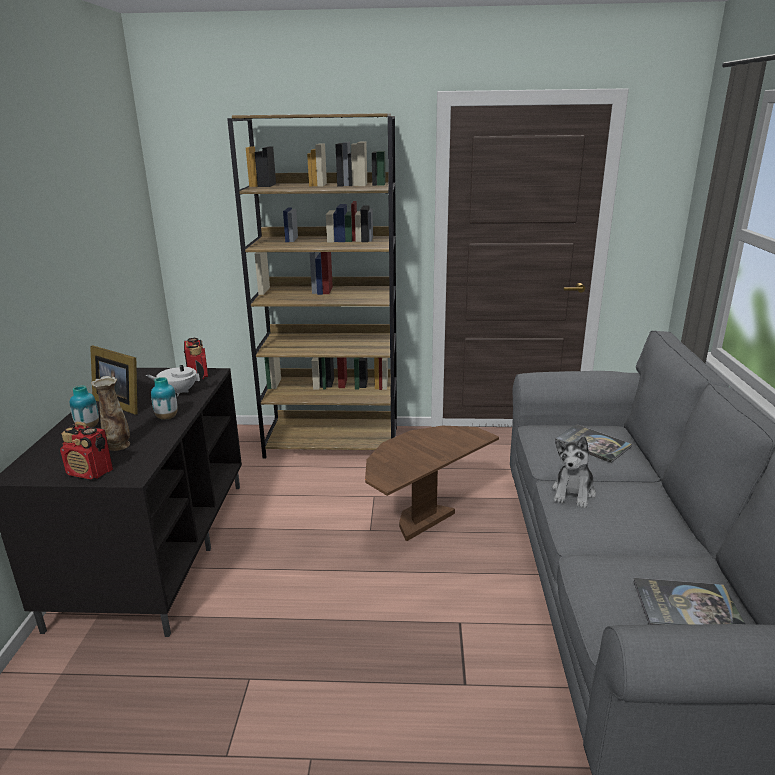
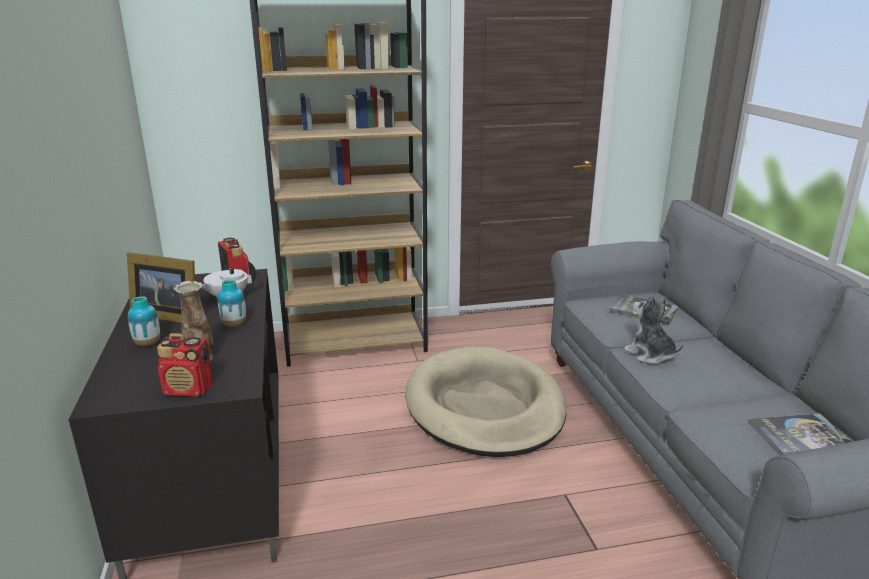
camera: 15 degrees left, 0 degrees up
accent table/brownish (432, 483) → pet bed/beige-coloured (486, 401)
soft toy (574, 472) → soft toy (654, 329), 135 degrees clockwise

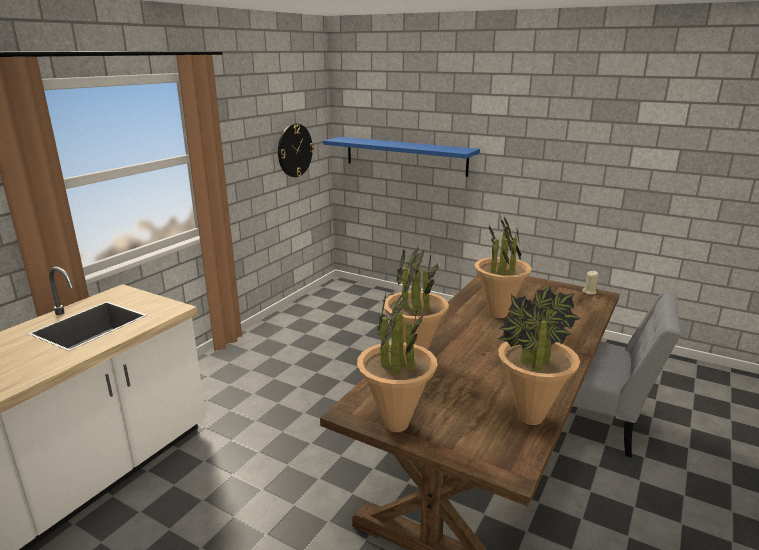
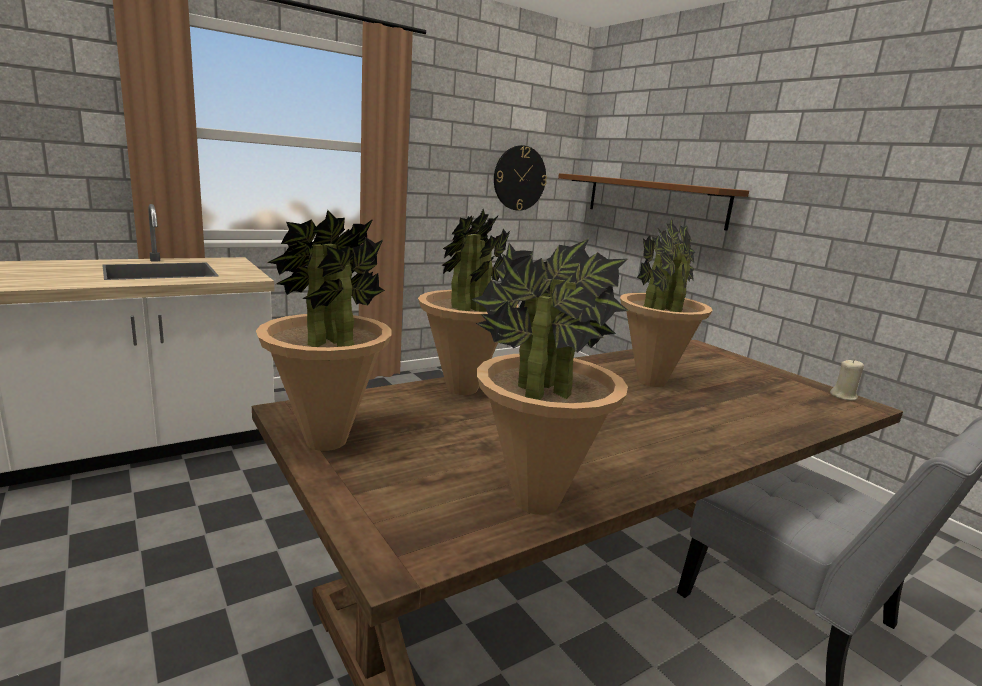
camera: 25 degrees right, 5 degrees down
wall shelf/blue-coloured (401, 157) → wall shelf/brownish (653, 202)

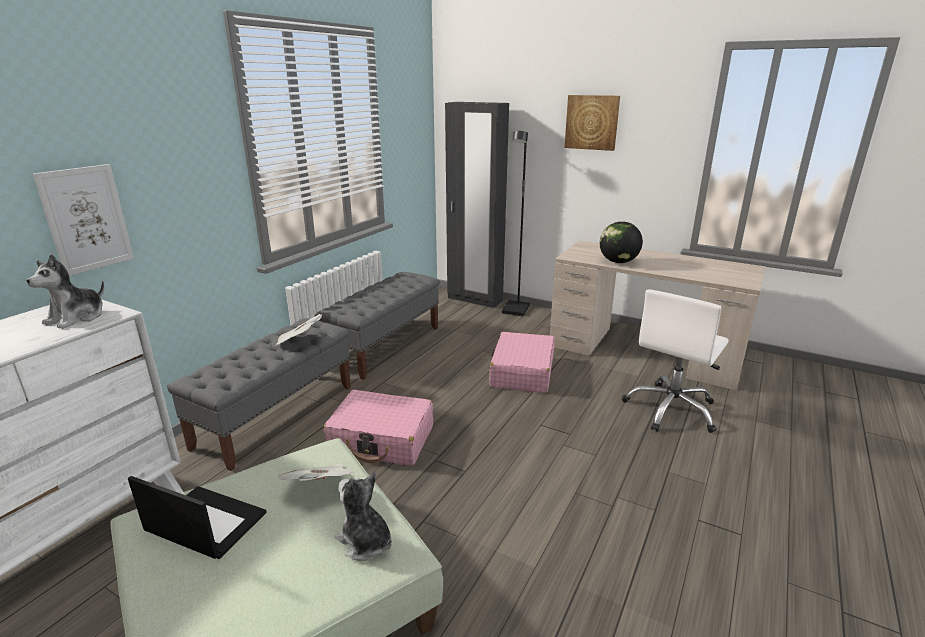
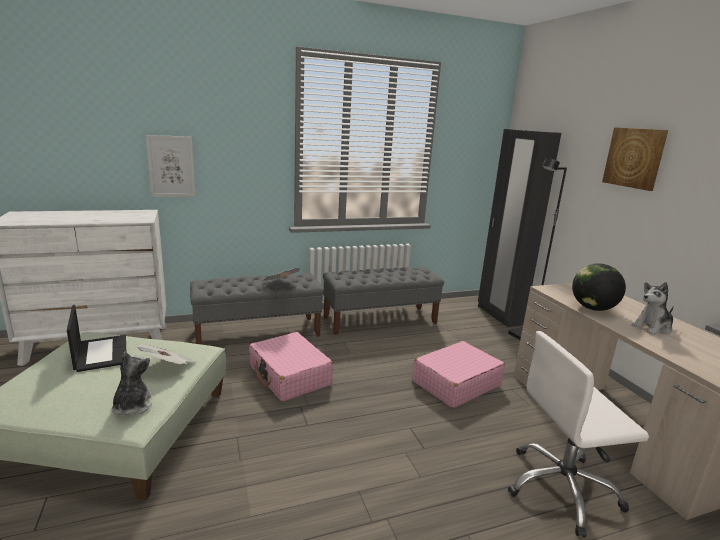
camera: 40 degrees right, 5 degrees down
soft toy (65, 291) → soft toy (653, 308), shifted

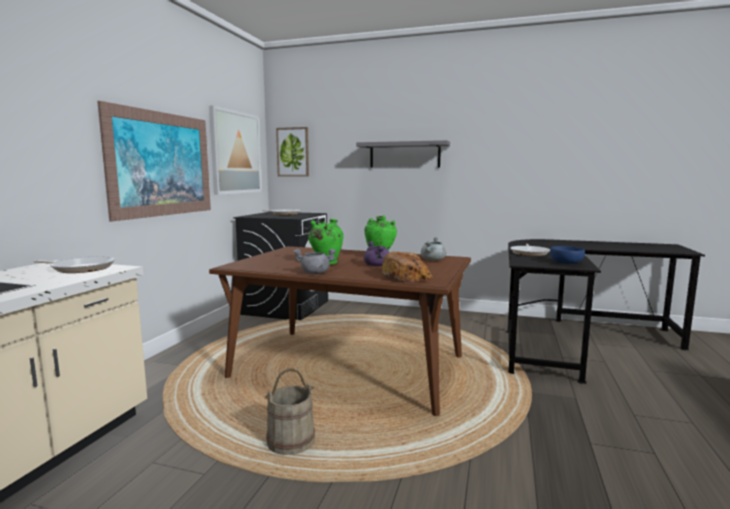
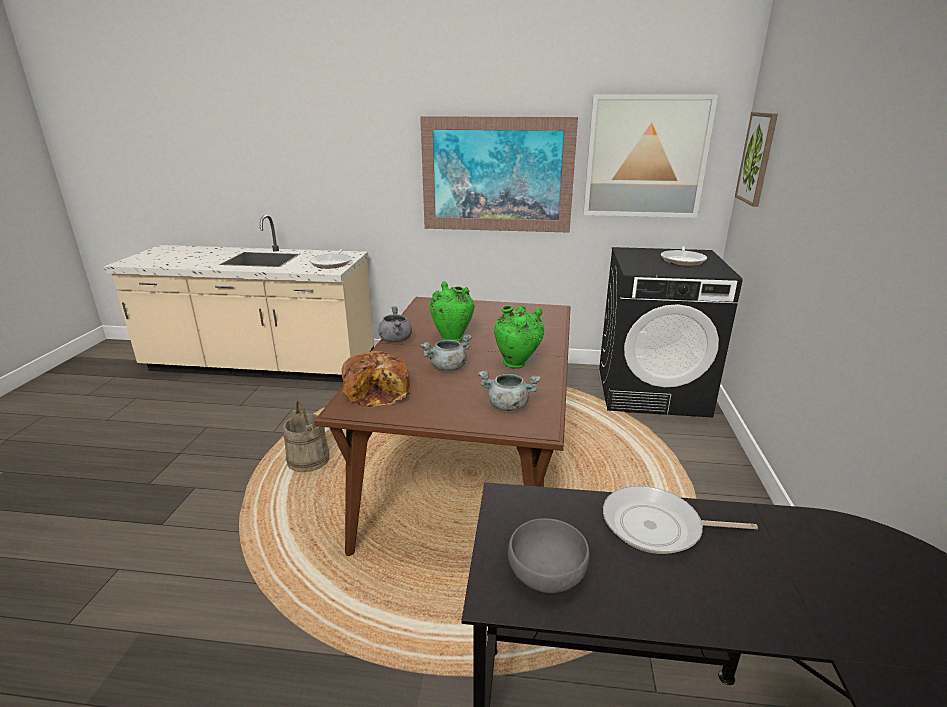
camera: 80 degrees right, 15 degrees up
saucepot/purplish (376, 253) → saucepot/gray (446, 352)
bowl/blue-coloured (567, 255) → bowl/gray (549, 555)
wall shelf/gray (403, 154) → -

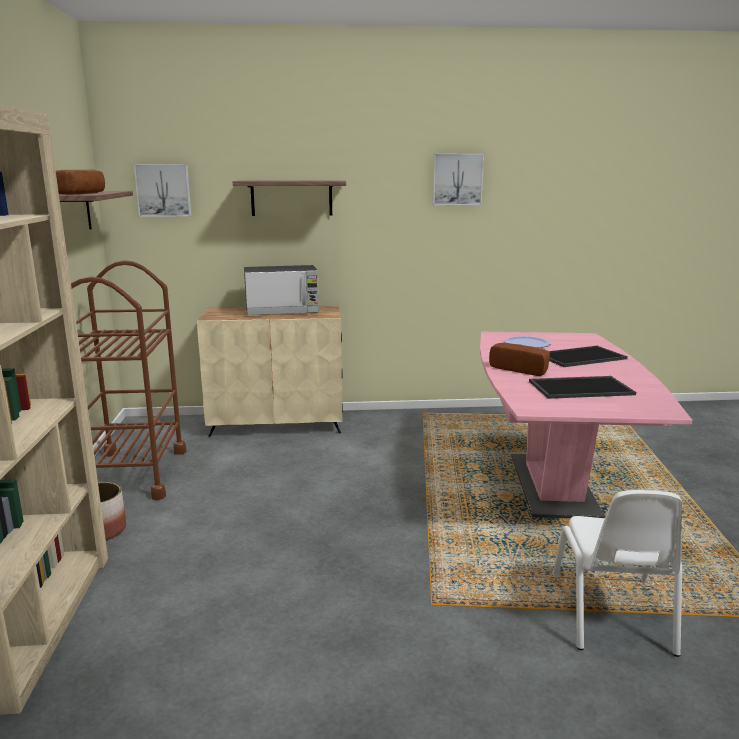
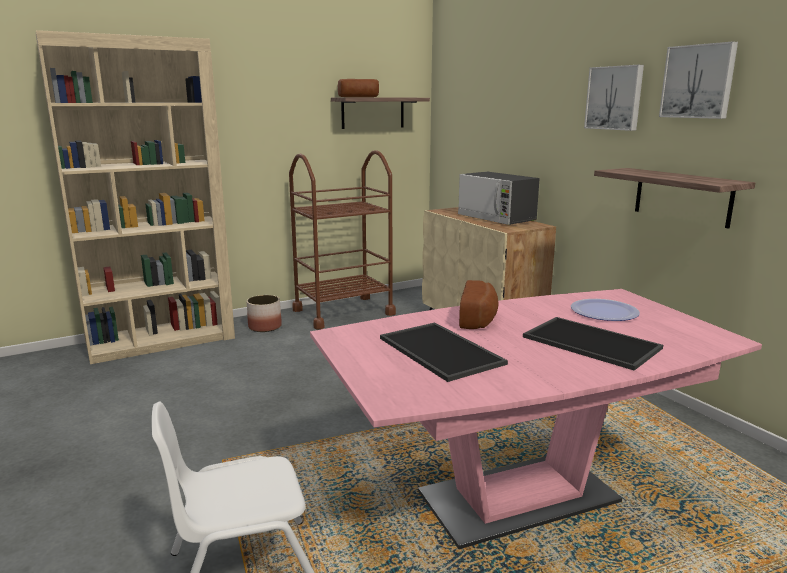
camera: 65 degrees right, 0 degrees up
picture (162, 190) → picture (614, 98), shifted
wall shelf (289, 198) → wall shelf (674, 198), shifted

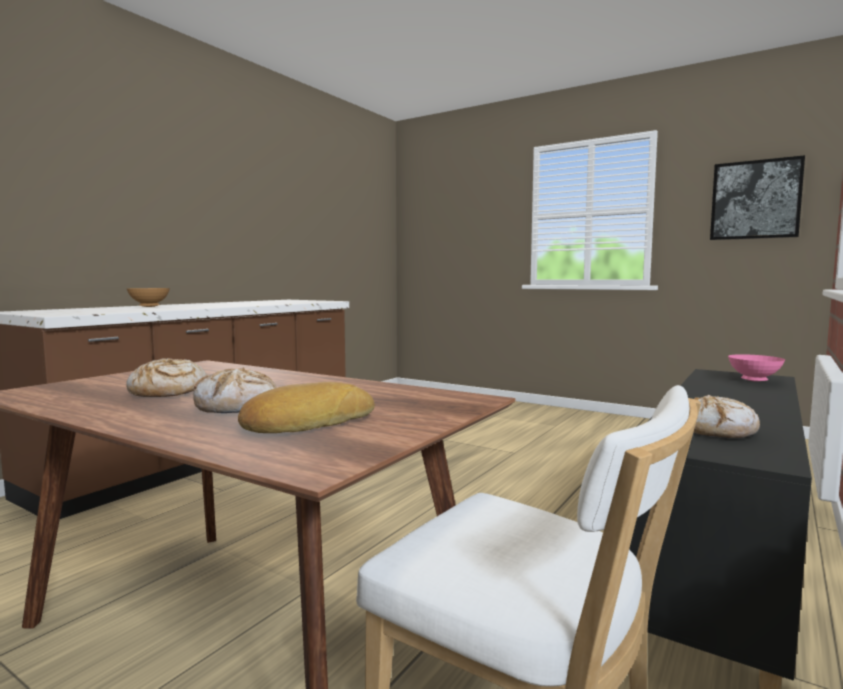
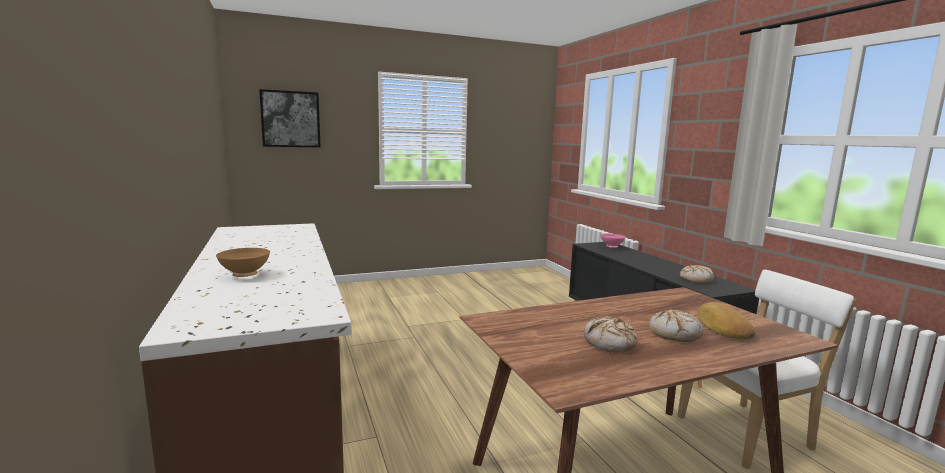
camera: 55 degrees left, 5 degrees up
picture (757, 197) → picture (290, 118), shifted

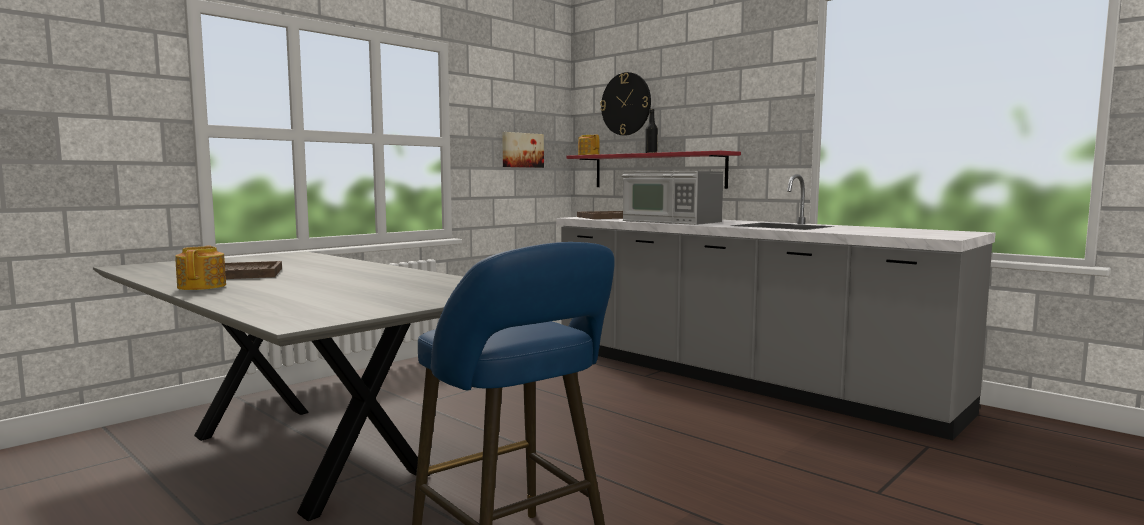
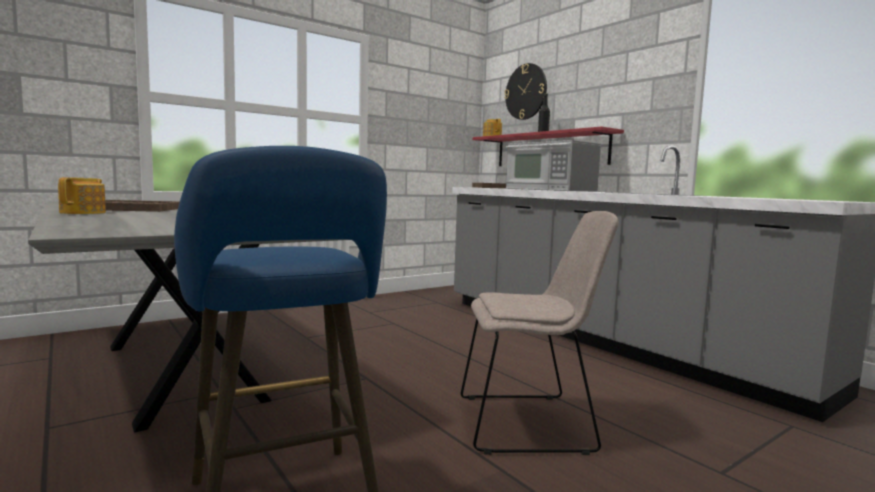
camera: 10 degrees right, 0 degrees up
- → upright chair/beige-coloured (540, 333)
picture (523, 150) → -

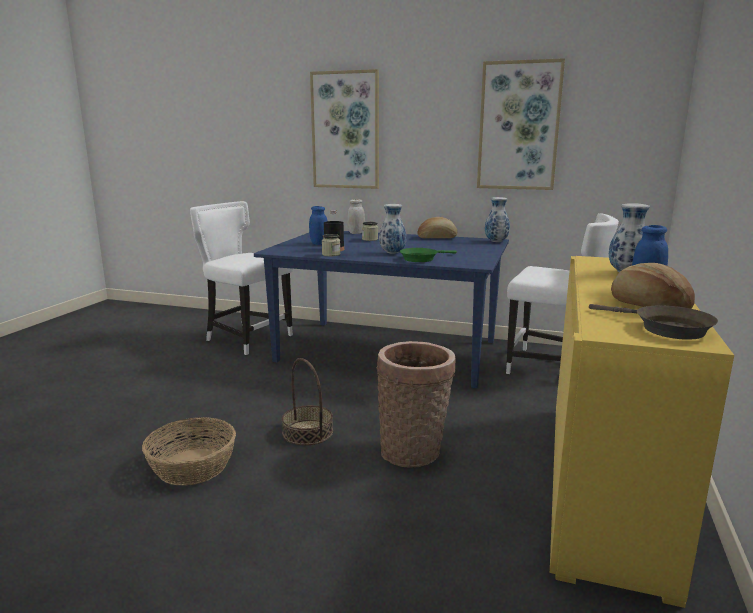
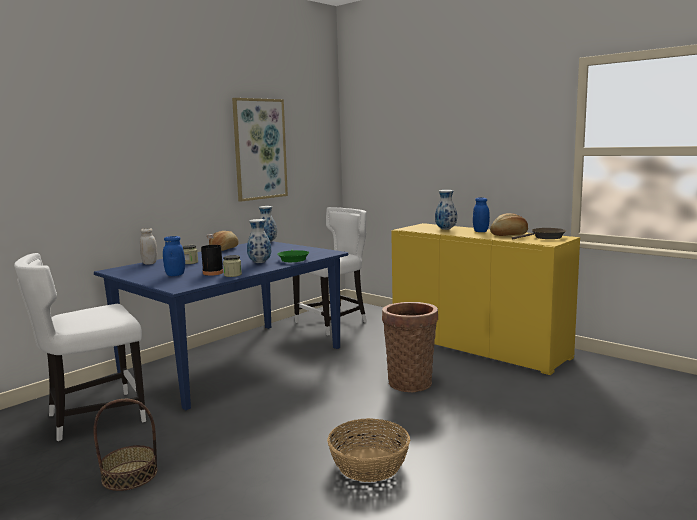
camera: 65 degrees left, 5 degrees down
storage basket (307, 401) → storage basket (125, 445), shifted
picture (344, 129) → -

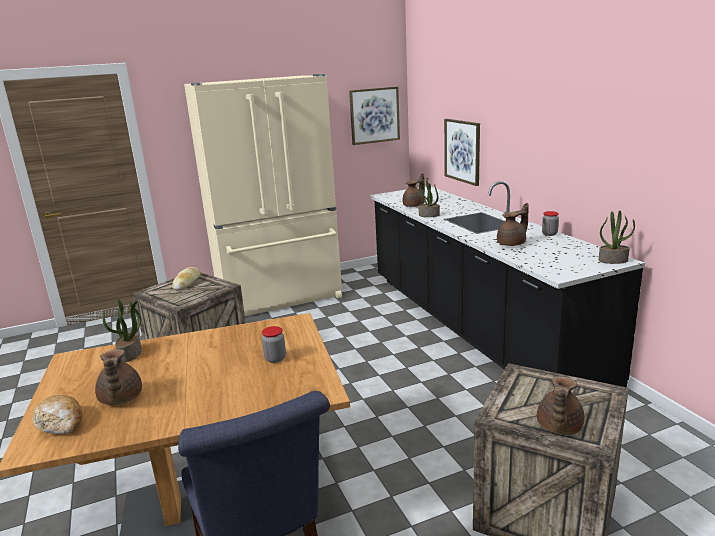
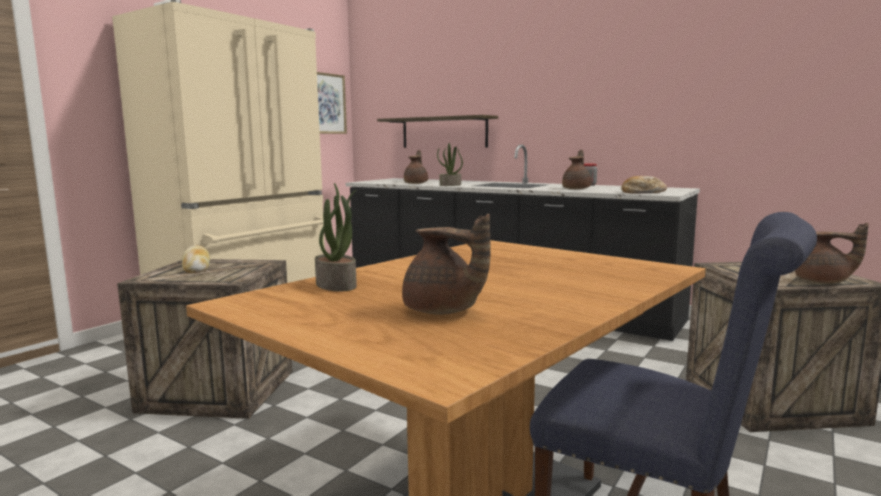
camera: 35 degrees left, 10 degrees down
picture (462, 152) → wall shelf (437, 131)
bakery bread (57, 415) → bakery bread (644, 185), shifted
pot for tea/brownish (560, 405) → pot for tea/brownish (832, 253), 60 degrees counterclockwise
storage jar (274, 344) → -
potted plant (617, 237) → -

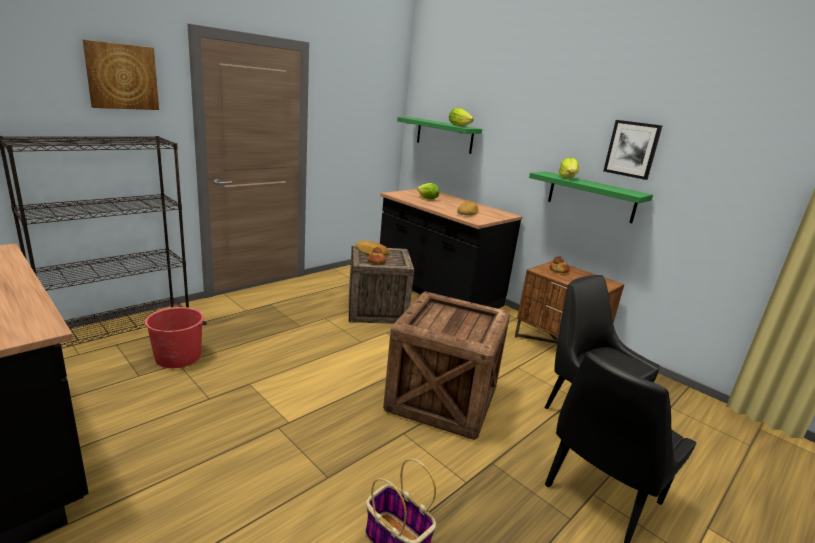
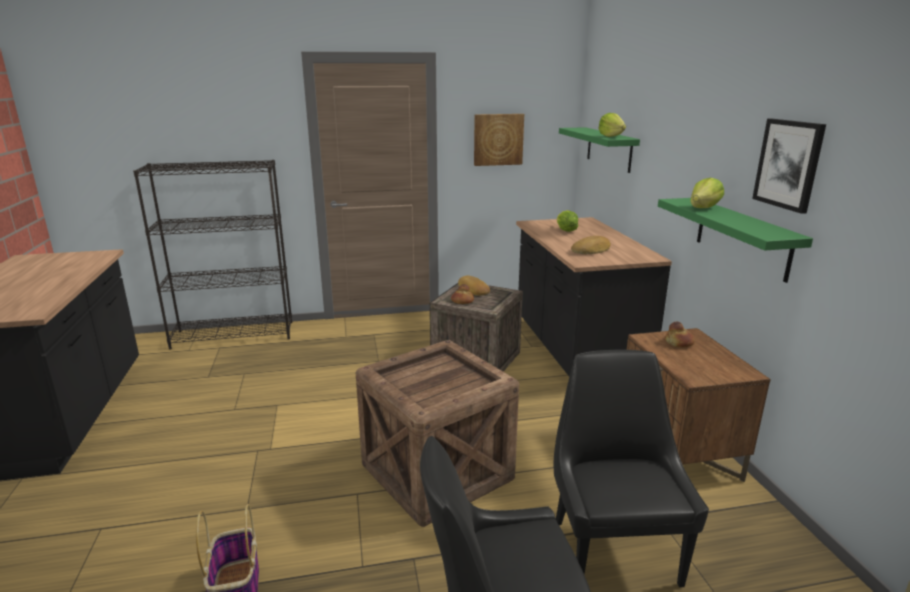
camera: 35 degrees right, 0 degrees up
picture (121, 75) → picture (499, 140), shifted
water bucket/red-coloured (176, 337) → -

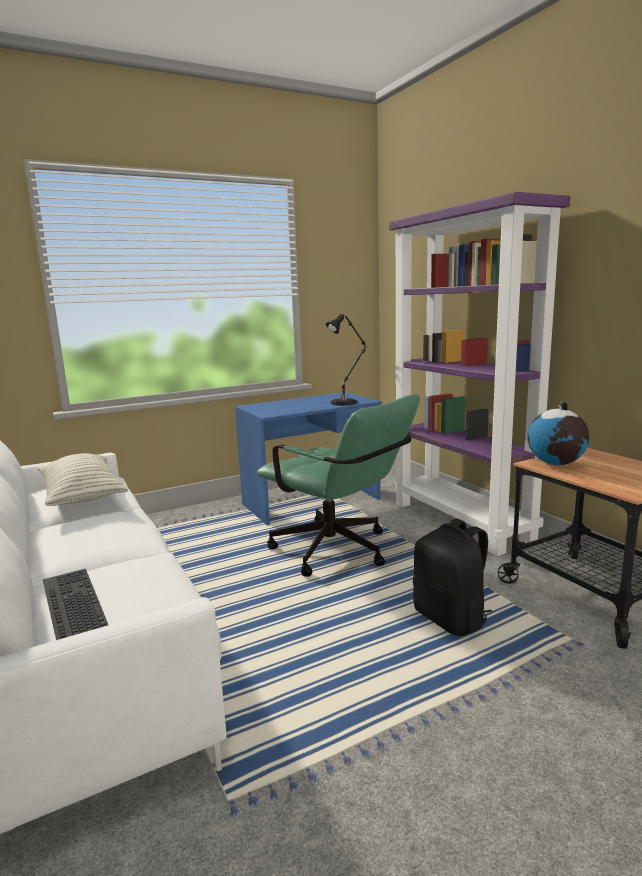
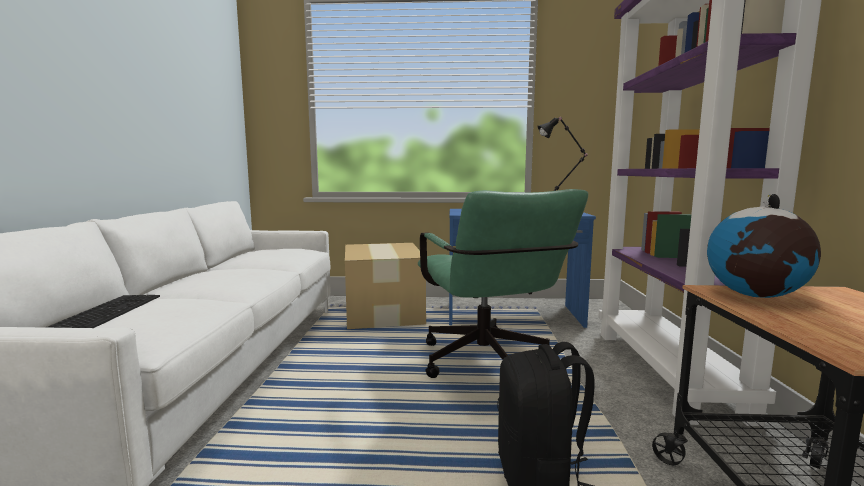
camera: 30 degrees right, 5 degrees down
- → carton (385, 286)
throw pillow (83, 479) → -

